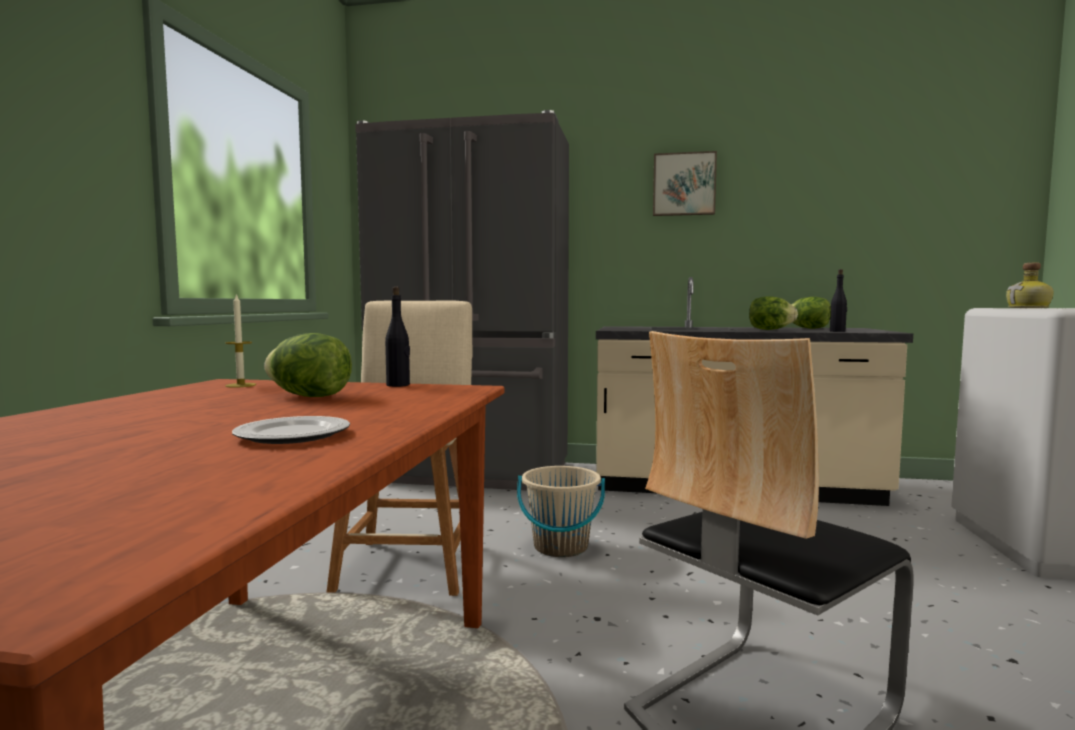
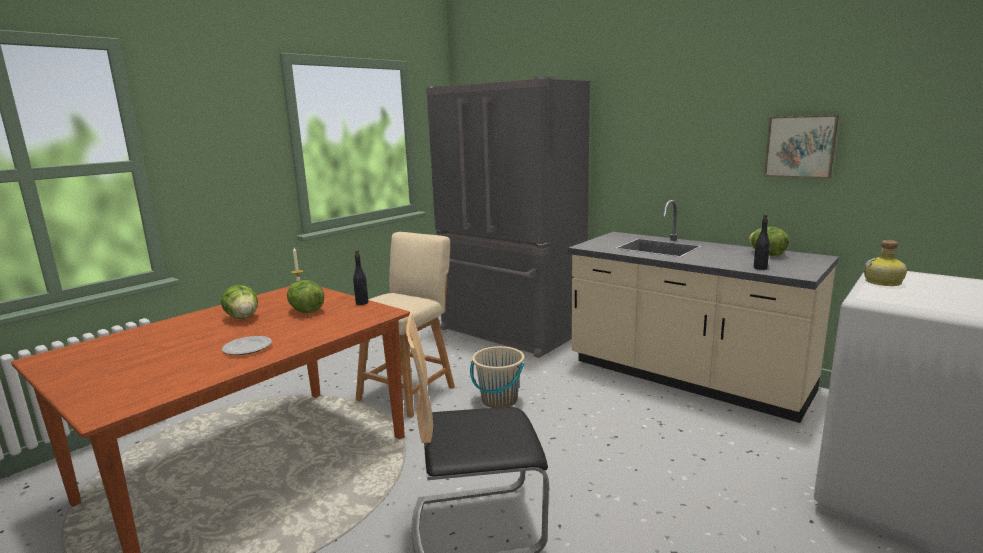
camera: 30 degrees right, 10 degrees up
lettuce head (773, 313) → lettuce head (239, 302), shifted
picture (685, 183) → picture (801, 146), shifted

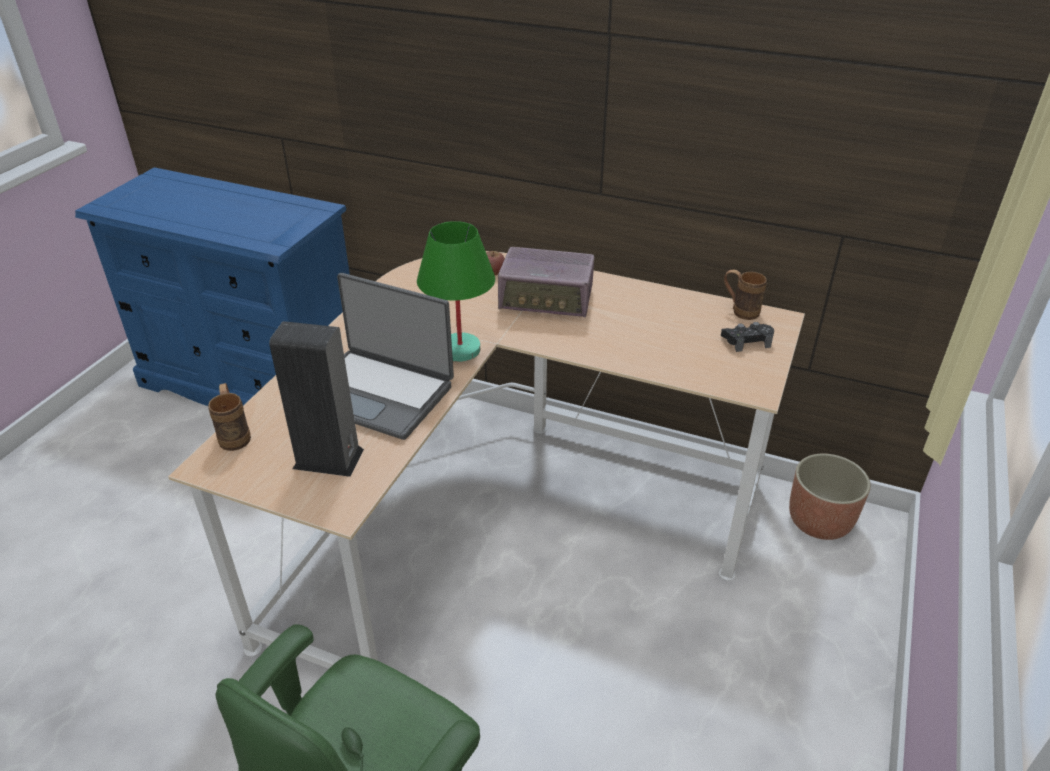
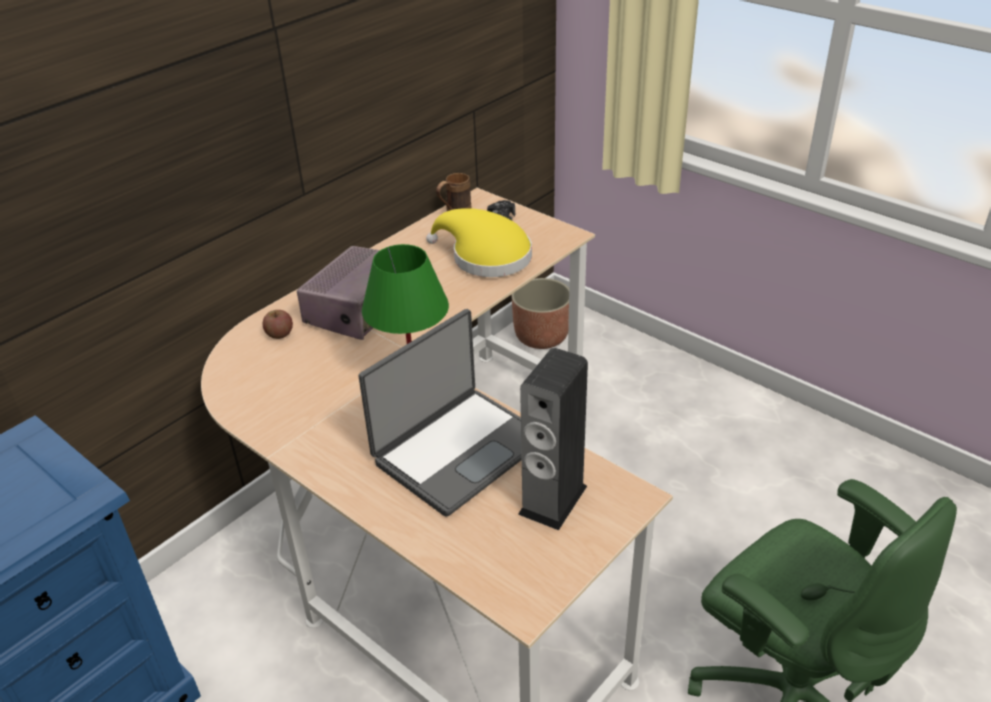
camera: 70 degrees left, 0 degrees up
- → hat/yellow-coloured (479, 242)
coffee mug/brownish (229, 417) → -

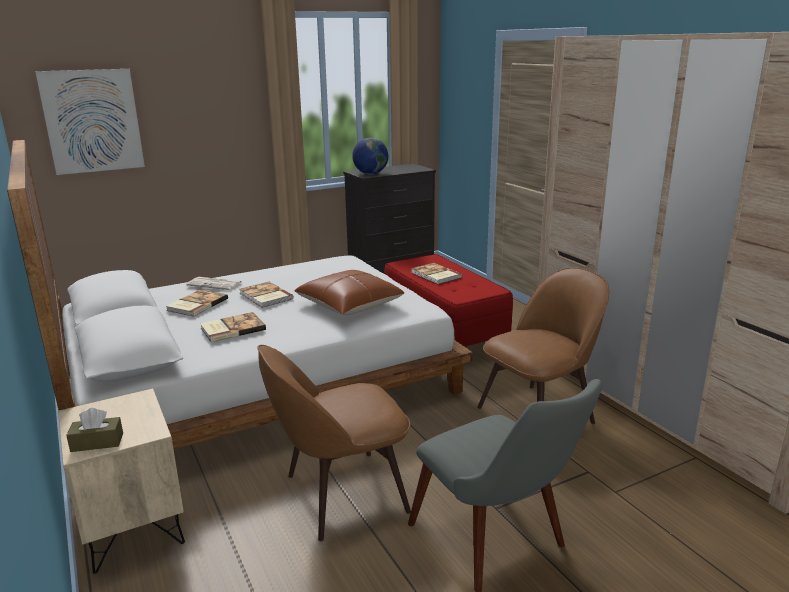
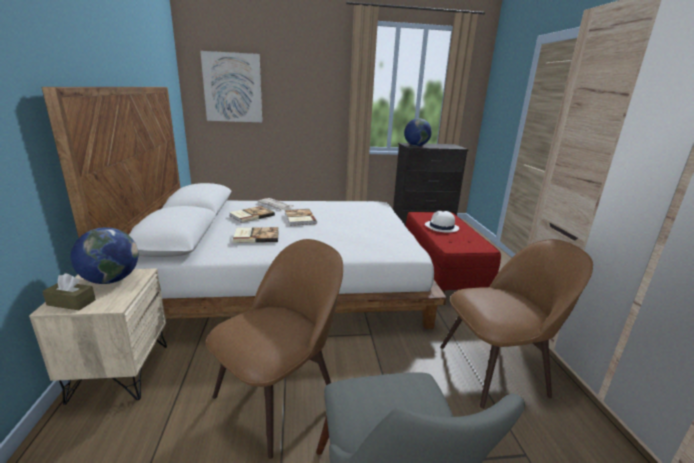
camera: 20 degrees right, 0 degrees up
- → globe (104, 255)
upright chair/brownish (334, 443) → upright chair/brownish (274, 349), 135 degrees clockwise
bound book (436, 273) → hat/white-coloured (442, 222)
throw pillow/brownish (349, 292) → -

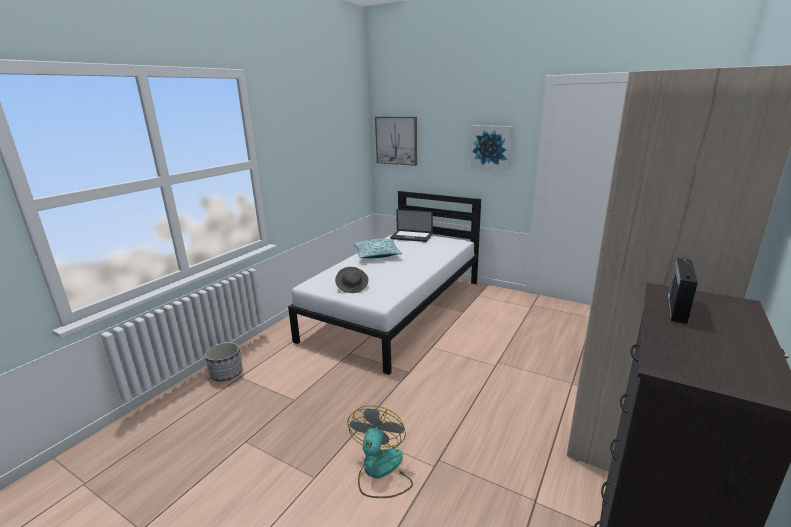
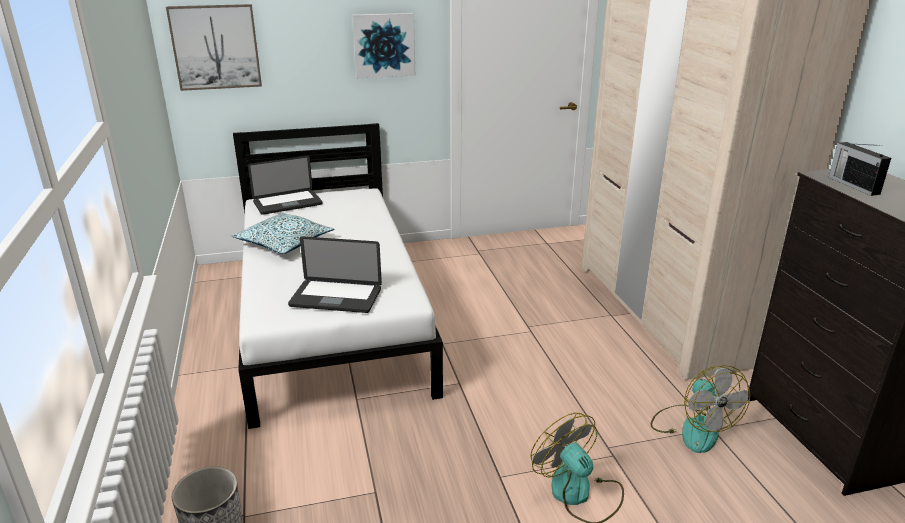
camera: 45 degrees left, 5 degrees up
hat/gray (351, 280) → notebook computer (335, 275)
- → fan (700, 409)

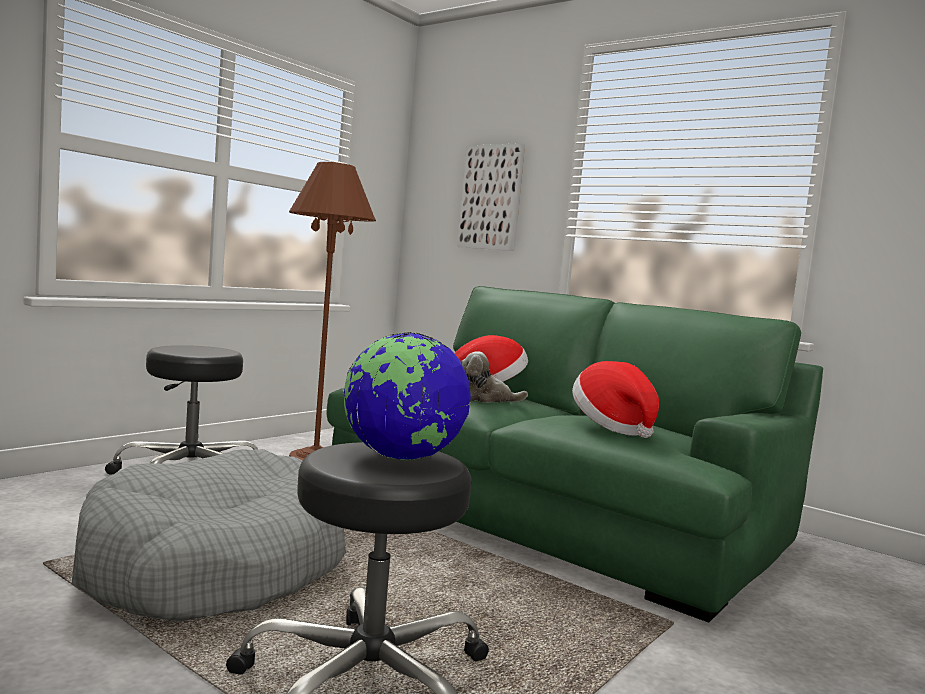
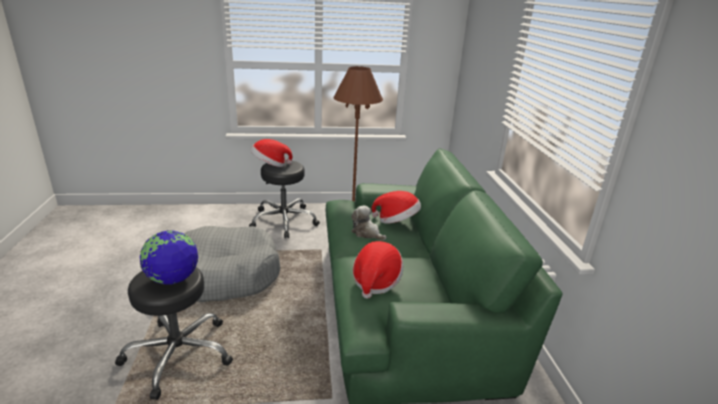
camera: 45 degrees right, 20 degrees up
- → hat (271, 153)
picture (491, 197) → -

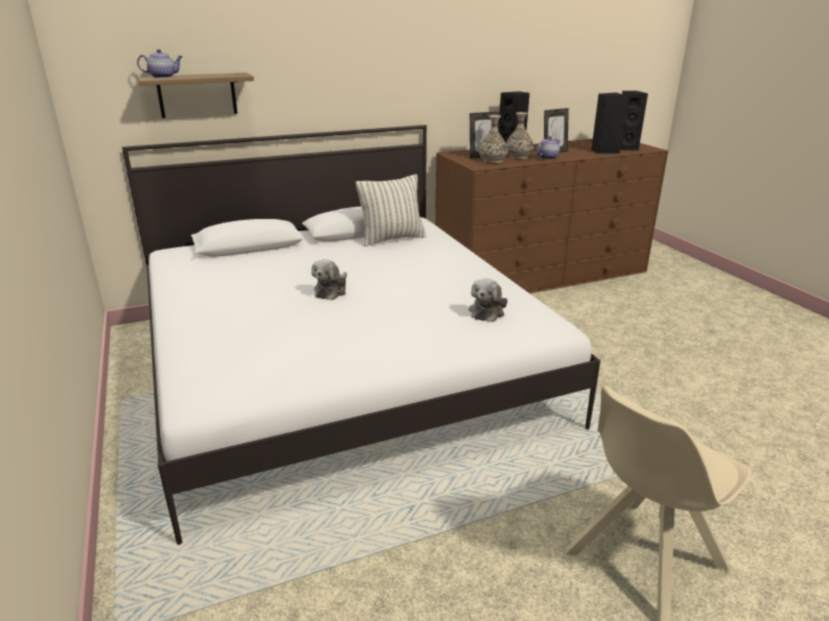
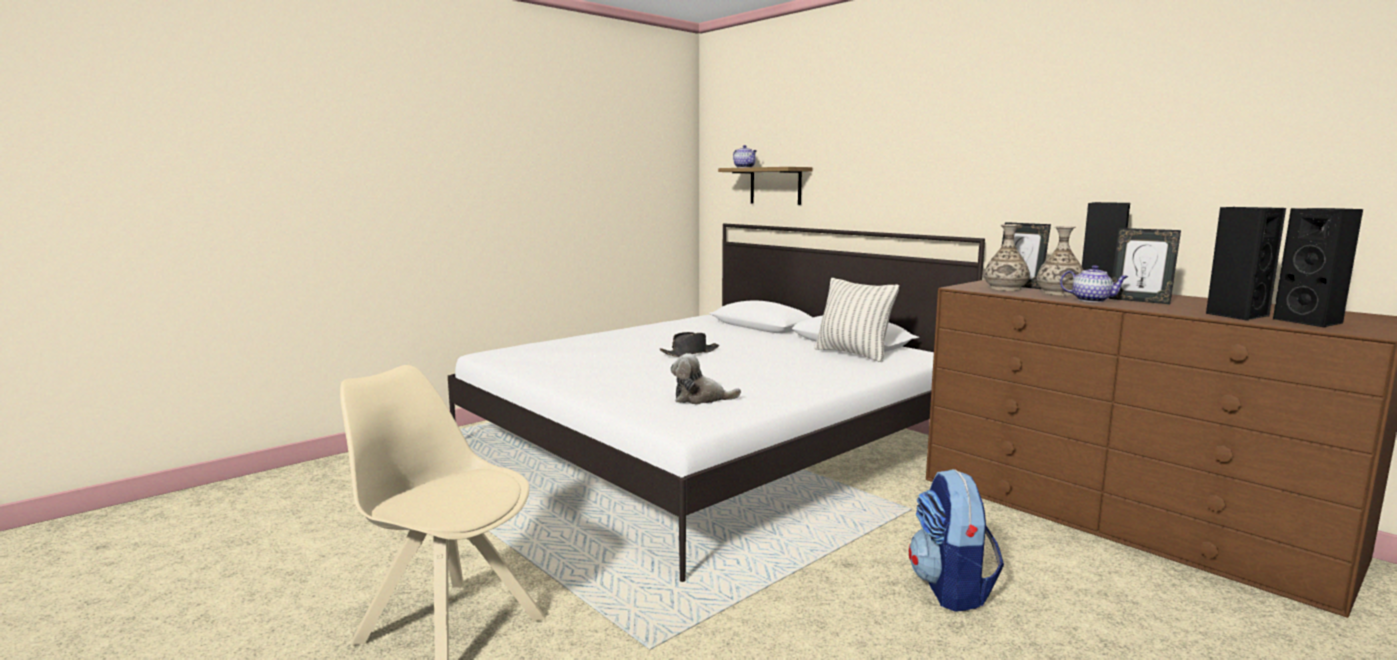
camera: 70 degrees right, 15 degrees down
soft toy (329, 279) → hat/black (689, 344)
- → knapsack (956, 540)

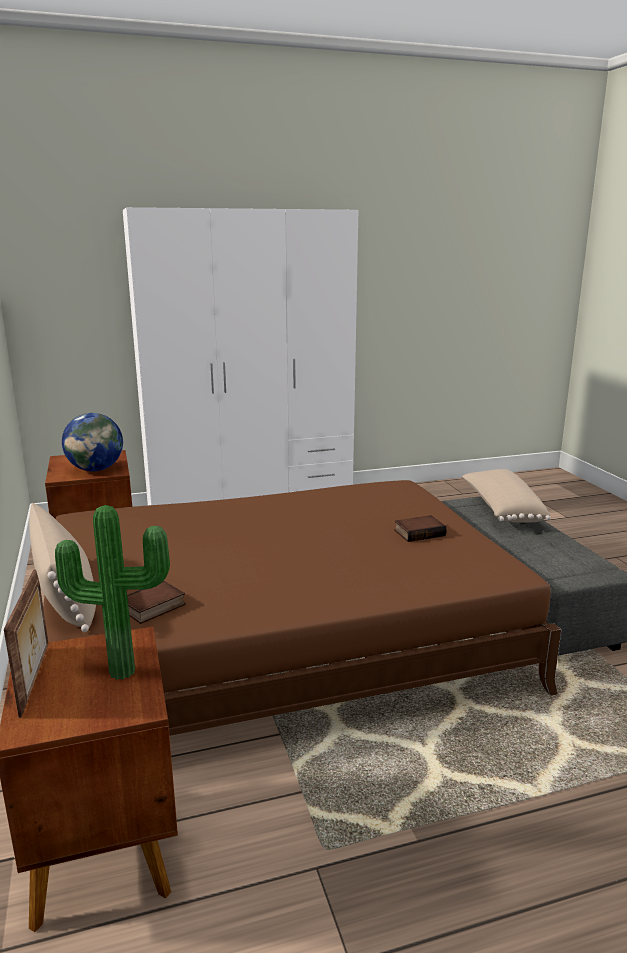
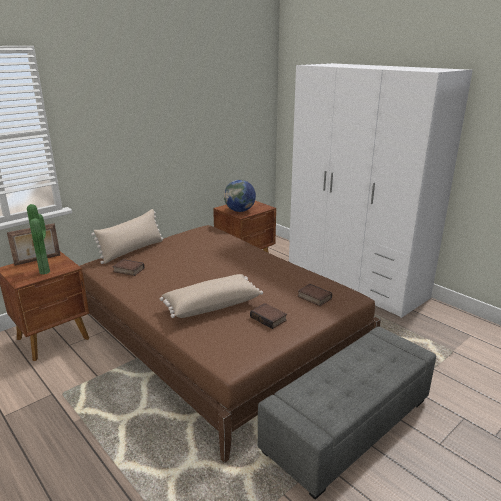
camera: 65 degrees right, 5 degrees up
throw pillow/beige-coloured (506, 496) → throw pillow/beige-coloured (211, 296), shifted
- → bound book (315, 295)

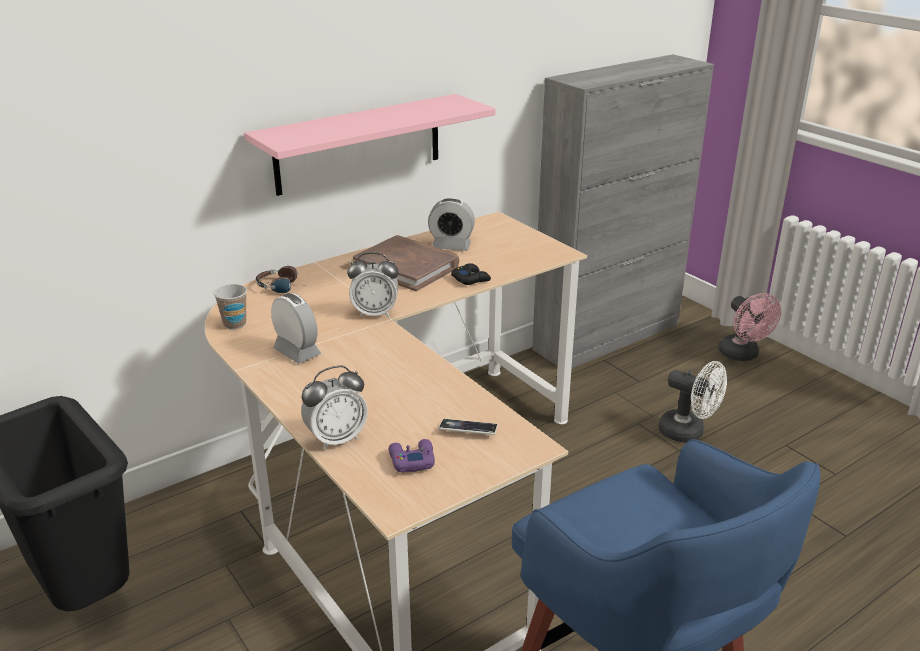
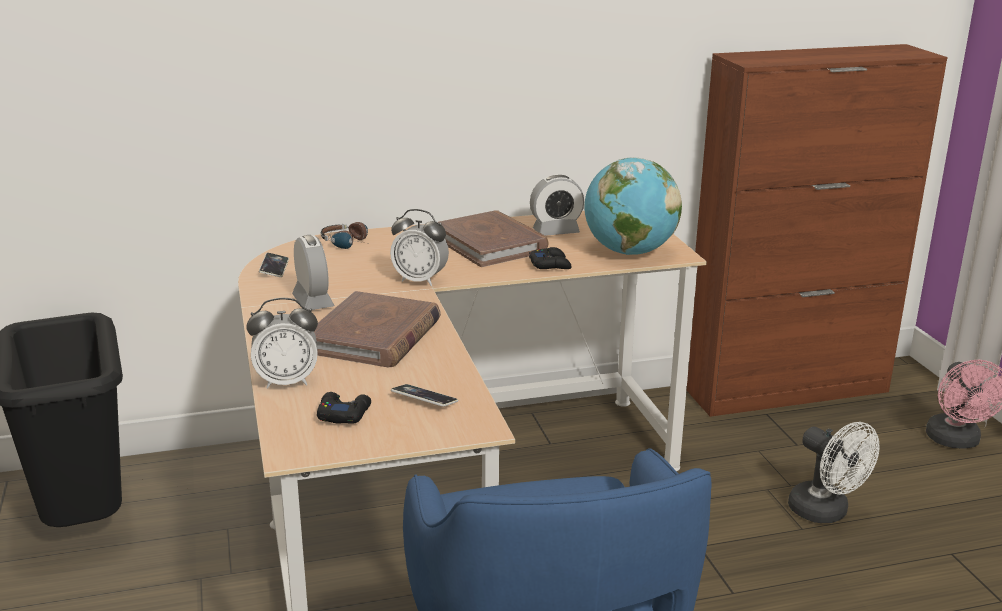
camera: 20 degrees right, 5 degrees down
cup (230, 307) → phone (274, 265)
- → bound book/brownish (377, 329)
gamepad/purplish (412, 455) → gamepad/black (344, 408)
bedside clock (451, 224) → bedside clock (557, 205), 45 degrees counterclockwise
- → globe (633, 206)
storage cabinet/gray (623, 211) → storage cabinet/brownish (817, 230)
wall shelf/pinkish (370, 145) → -

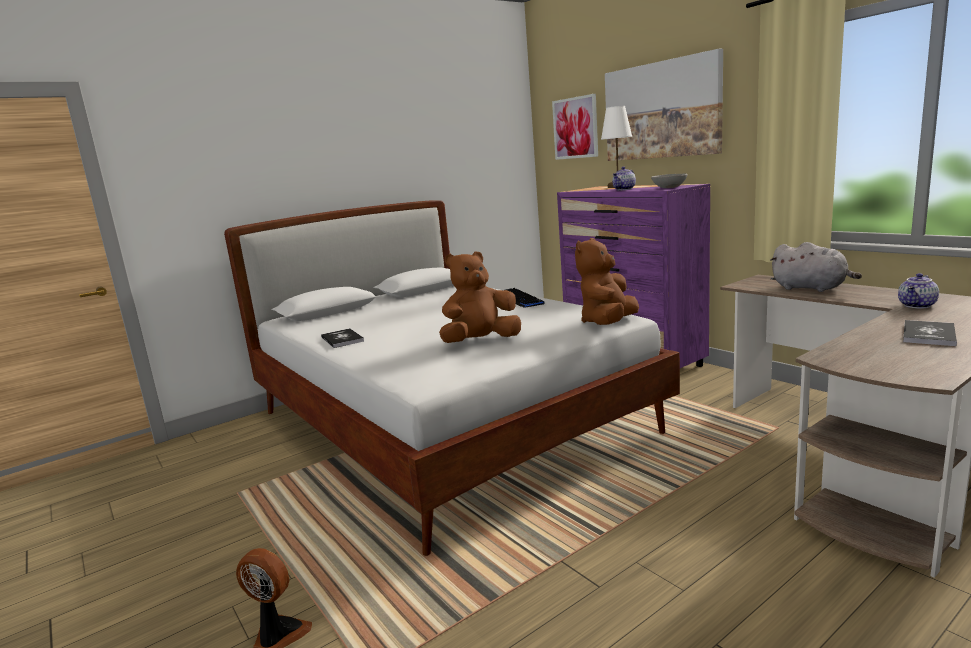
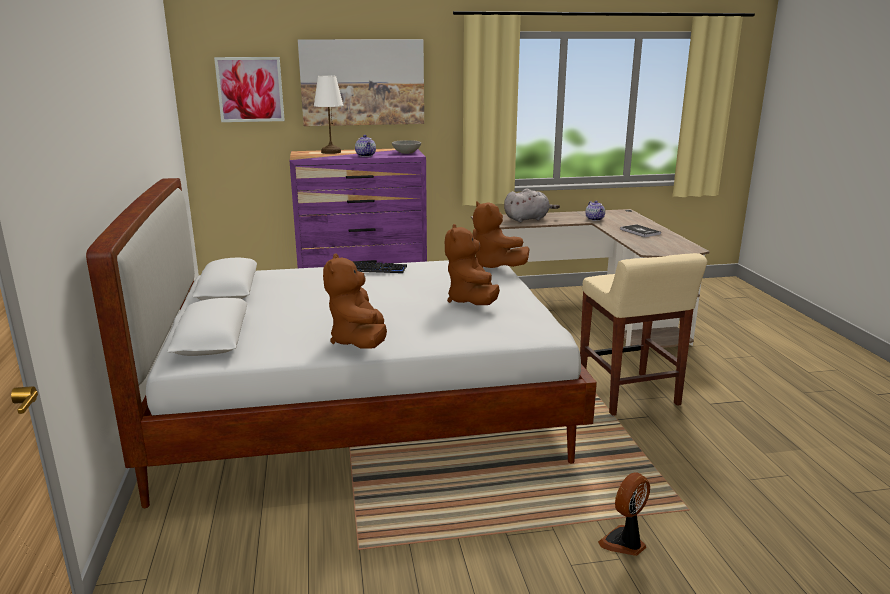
camera: 65 degrees left, 5 degrees up
bound book (342, 338) → soft toy/brownish (355, 301)
- → stool/beige-coloured (643, 334)

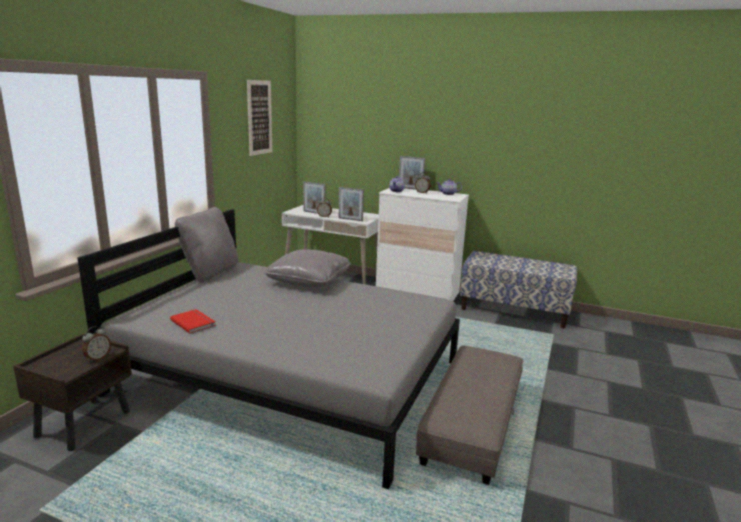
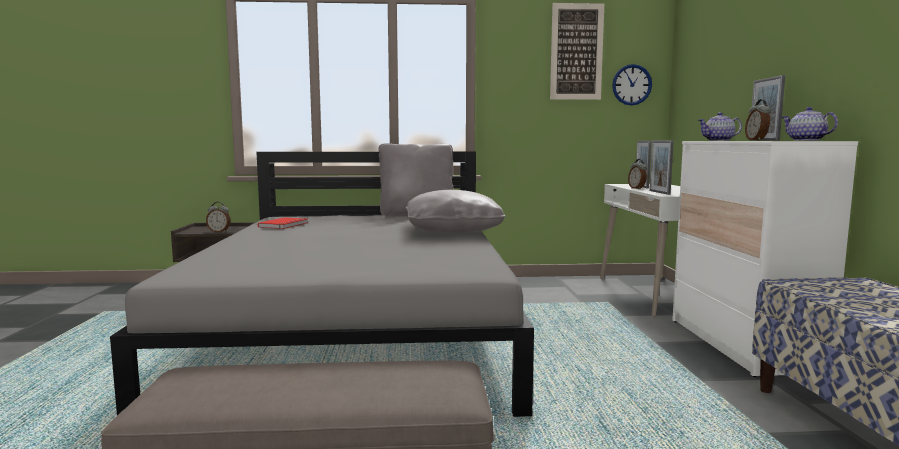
camera: 65 degrees right, 10 degrees down
- → hanging clock (632, 84)

